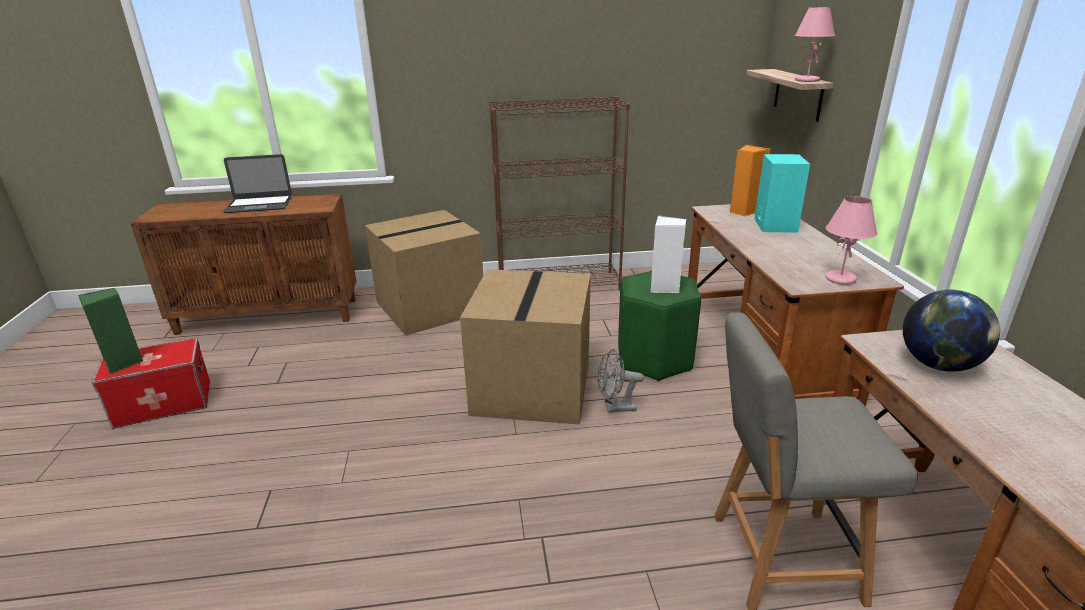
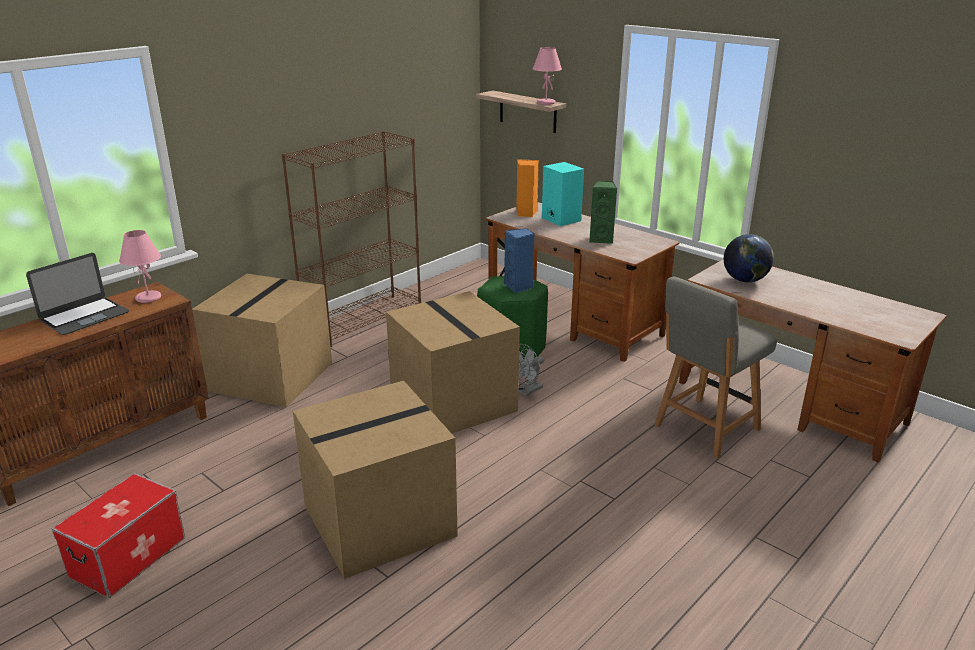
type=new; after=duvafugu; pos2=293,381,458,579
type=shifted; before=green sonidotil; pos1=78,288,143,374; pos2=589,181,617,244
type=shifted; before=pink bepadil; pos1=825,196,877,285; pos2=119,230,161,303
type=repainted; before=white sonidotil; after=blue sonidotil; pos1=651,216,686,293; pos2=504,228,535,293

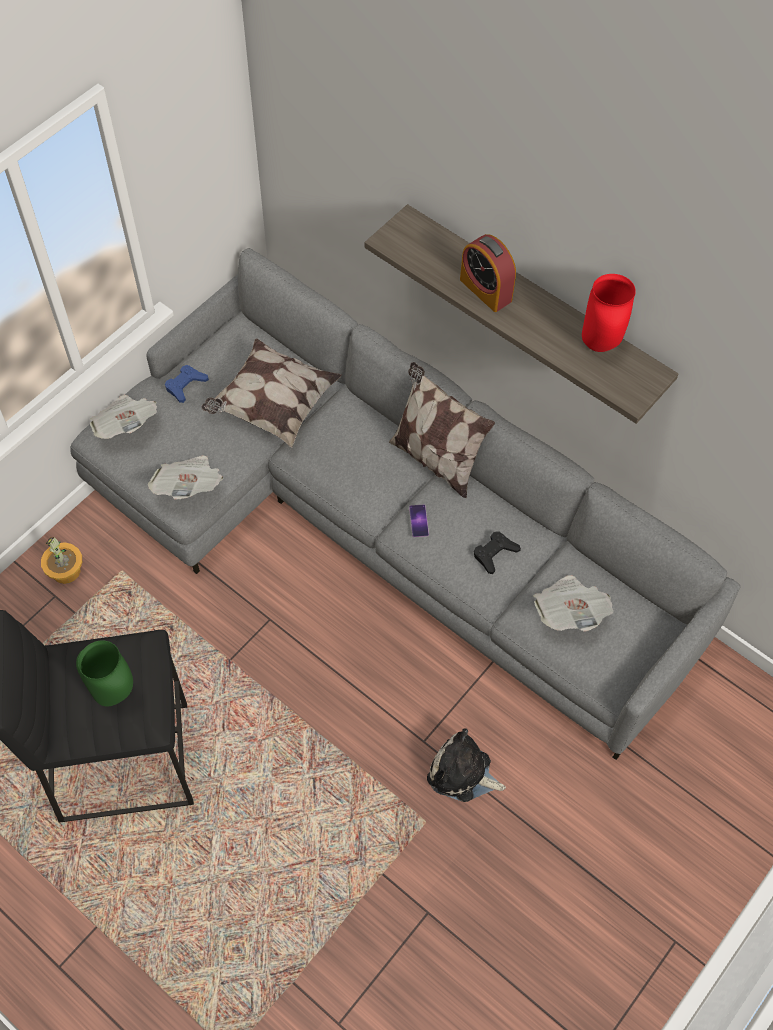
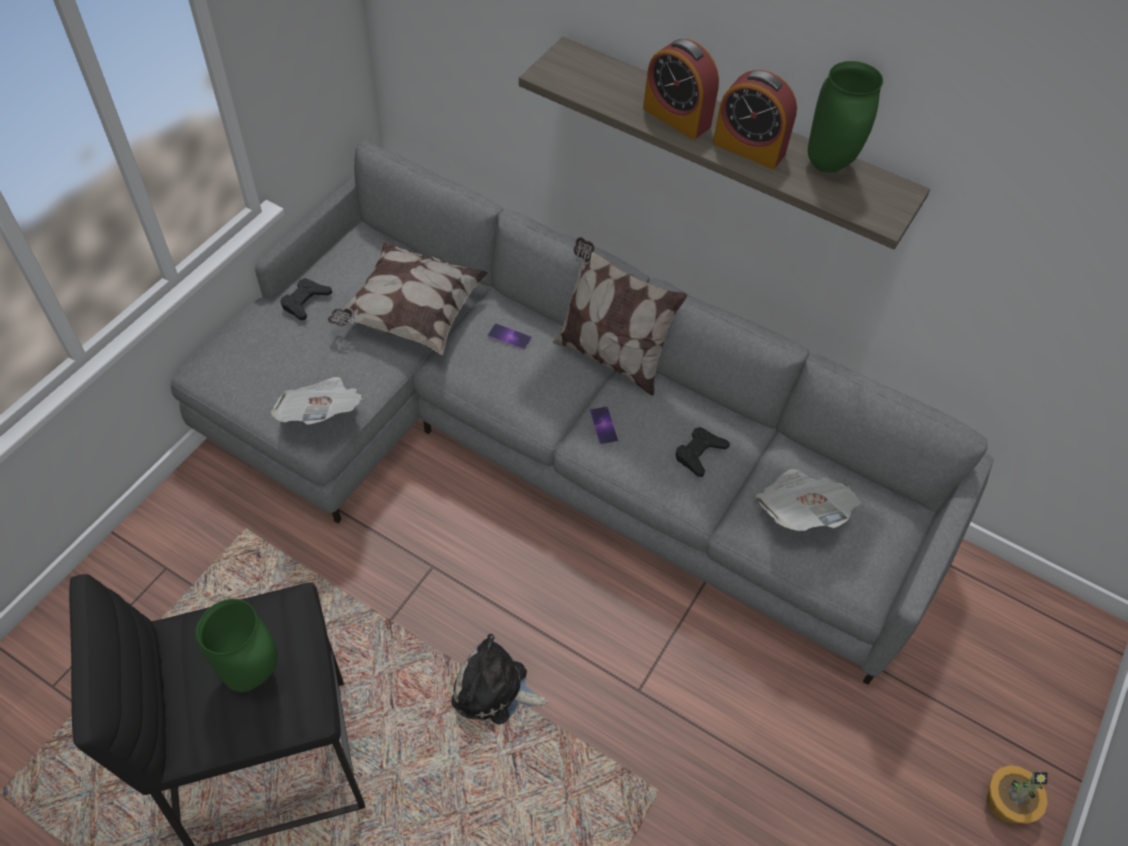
type=gone; before=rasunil; pos1=90,395,157,439
type=new; after=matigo; pos2=488,323,532,350
type=new; after=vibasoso; pos2=713,70,797,169
type=shifted; before=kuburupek; pos1=41,537,82,584; pos2=987,765,1048,824
type=shifted; before=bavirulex; pos1=427,728,506,802; pos2=451,634,548,724
type=repainted; before=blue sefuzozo; after=black sefuzozo; pos1=165,365,209,403; pos2=280,278,332,320
type=repainted; before=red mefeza; after=green mefeza; pos1=582,274,636,352; pos2=808,61,883,173

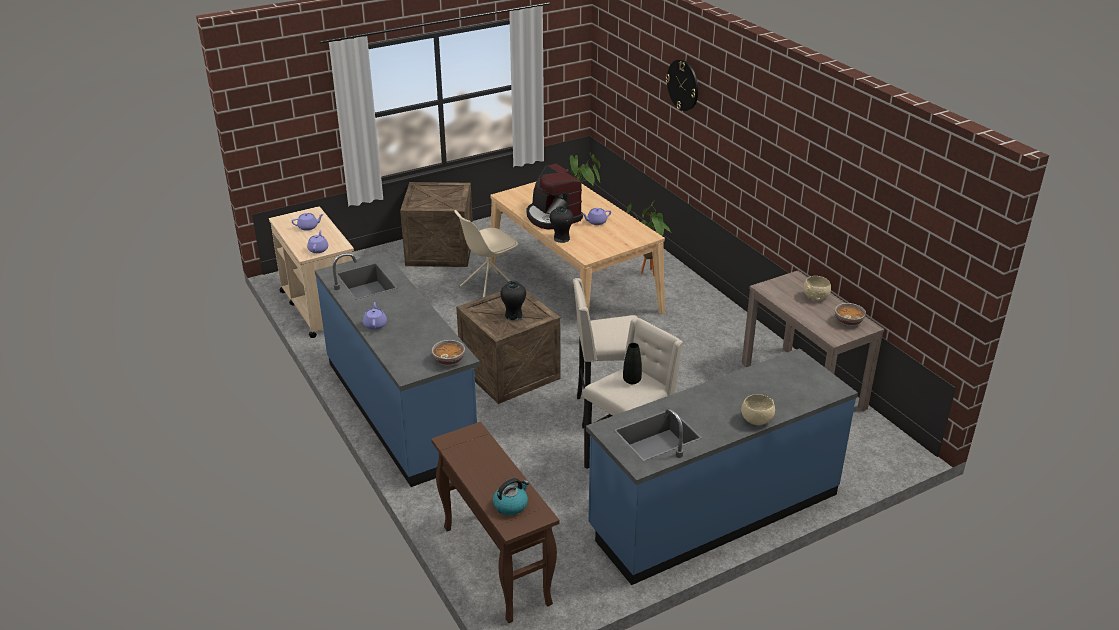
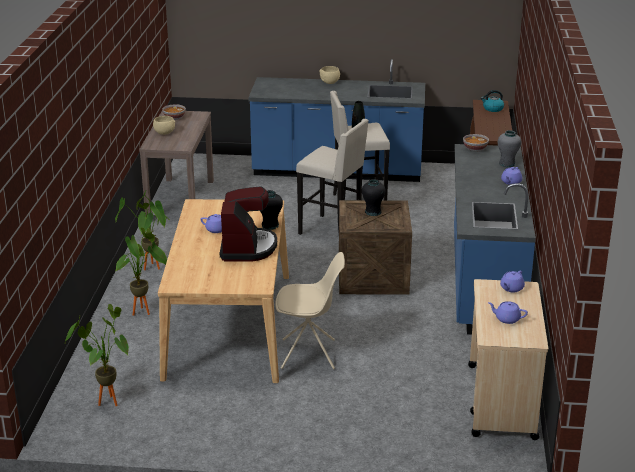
type=gone; before=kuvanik; pos1=400,182,473,267
type=gone; before=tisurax; pos1=666,59,698,111
type=new; after=kuburupek; pos2=115,189,168,270
type=new; after=grey mefeza; pos2=498,130,521,167

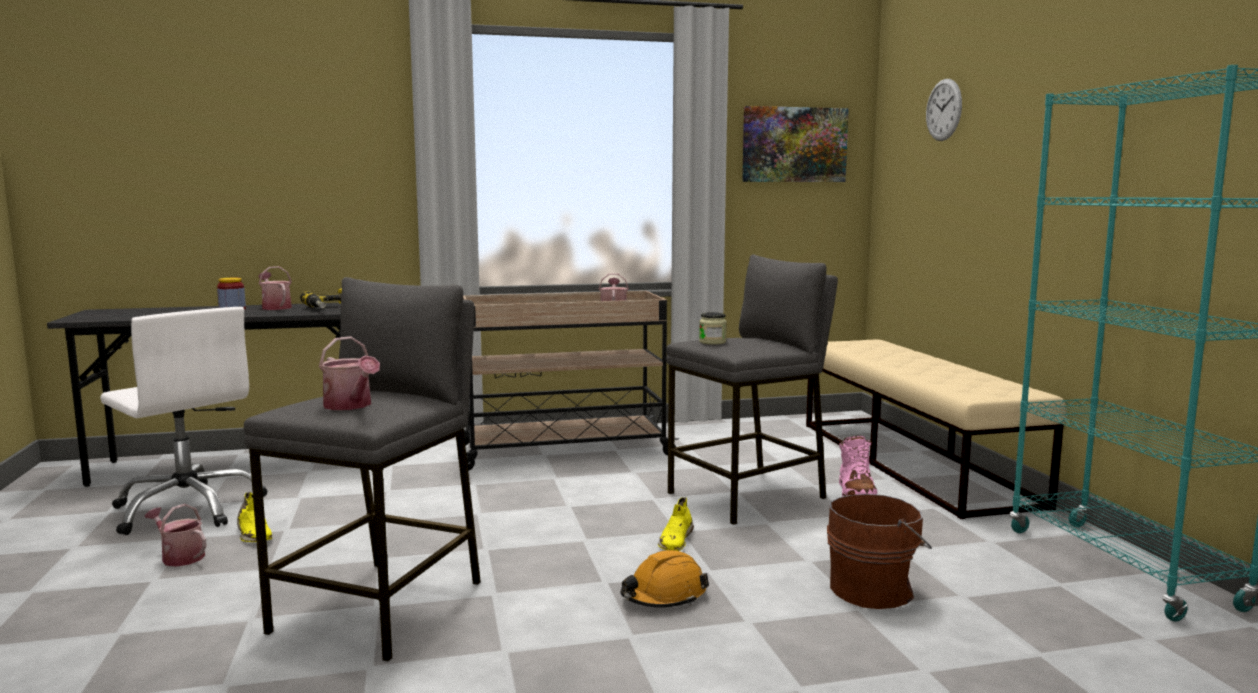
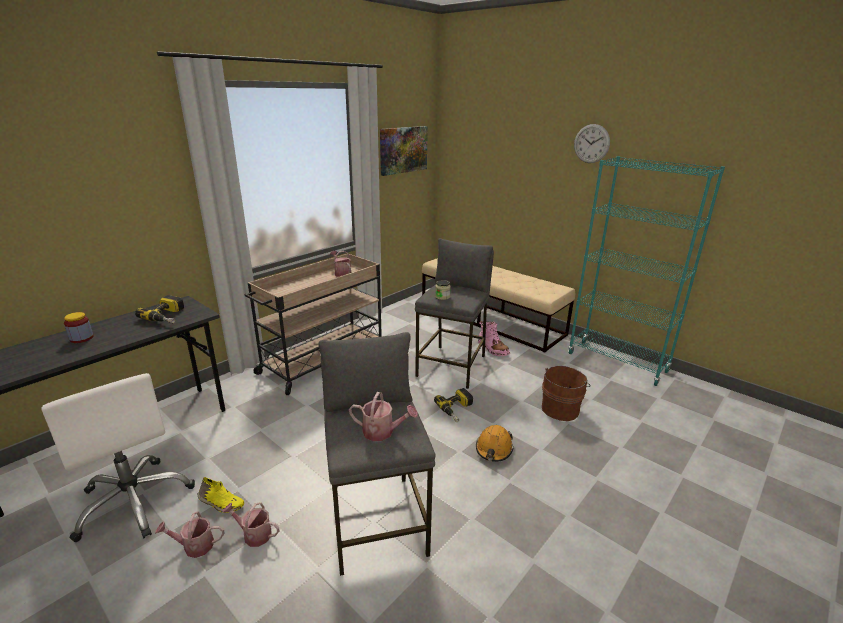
type=shifted; before=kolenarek; pos1=258,266,292,310; pos2=222,502,279,547
type=shifted; before=tisurax; pos1=926,79,962,141; pos2=574,124,610,163
type=swapped; before=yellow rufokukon; after=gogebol; pos1=658,497,694,551; pos2=434,388,473,422
type=rotated; before=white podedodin; pos1=100,307,267,535; pos2=41,373,195,542; turn=45

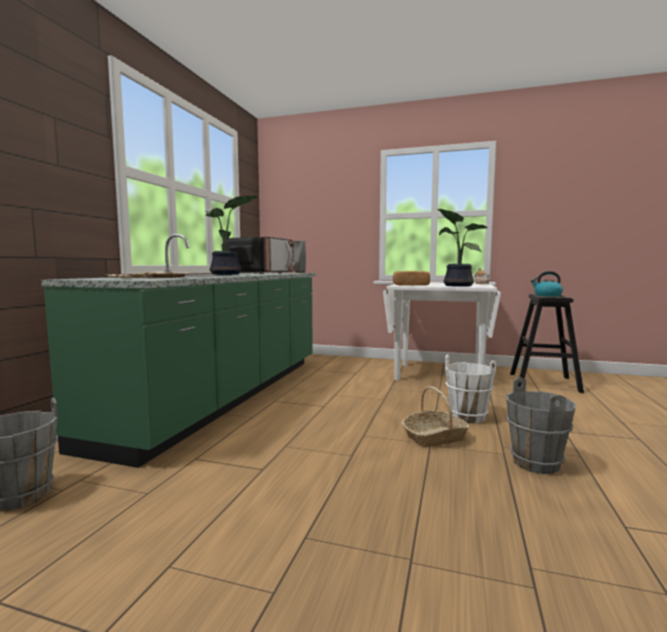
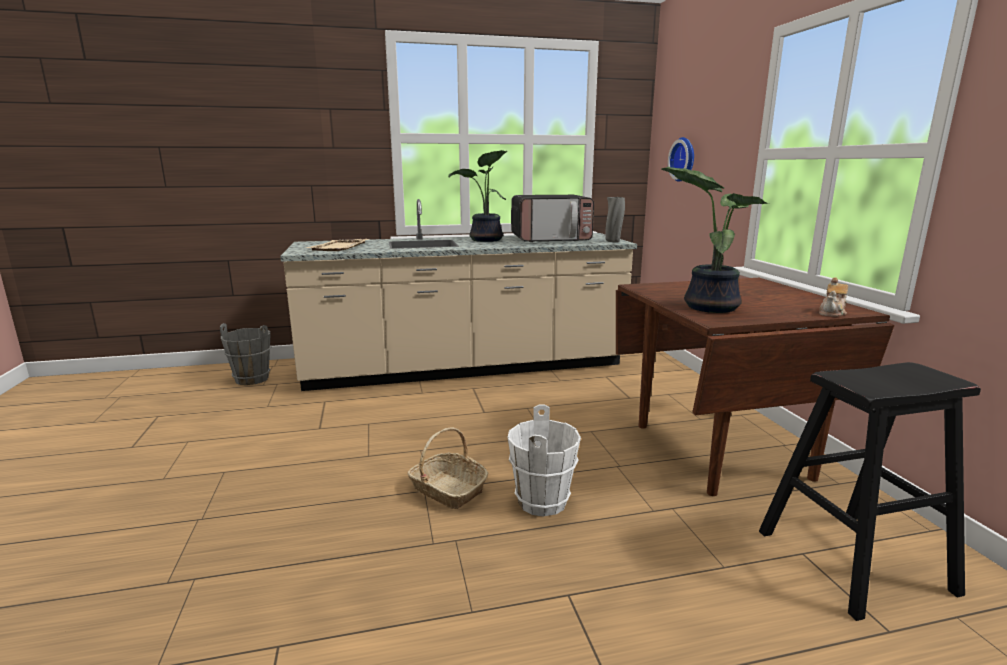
type=gone; before=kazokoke; pos1=393,271,430,286
type=gone; before=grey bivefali; pos1=506,378,576,474
type=gone; before=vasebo; pos1=531,271,563,296
type=new; after=tisurax; pos2=668,137,694,182
type=repainted; before=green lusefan; after=beige lusefan; pos1=41,234,316,468; pos2=280,199,637,391
type=repainted; before=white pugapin; after=brown pugapin; pos1=383,283,501,380; pos2=616,278,895,496

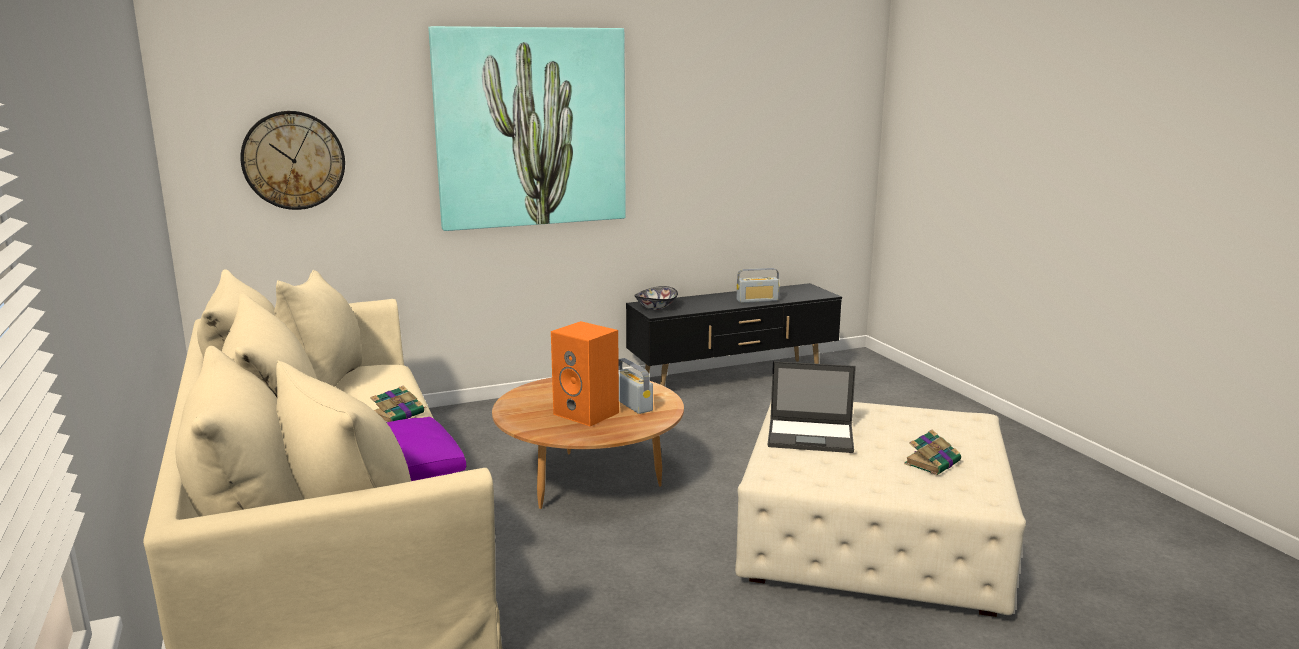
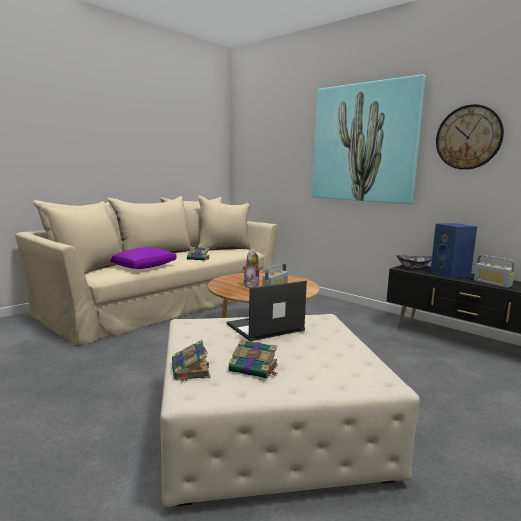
type=new; after=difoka; pos2=172,340,210,382
type=new; after=blue sonidotil; pos2=430,223,477,278
type=shifted; before=tisurax; pos1=240,111,345,210; pos2=436,104,504,170
type=swapped; before=orange sonidotil; after=bavirulex; pos1=551,321,619,426; pos2=243,249,259,288
type=rotated; before=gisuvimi; pos1=768,361,856,453; pos2=226,281,307,341; turn=75

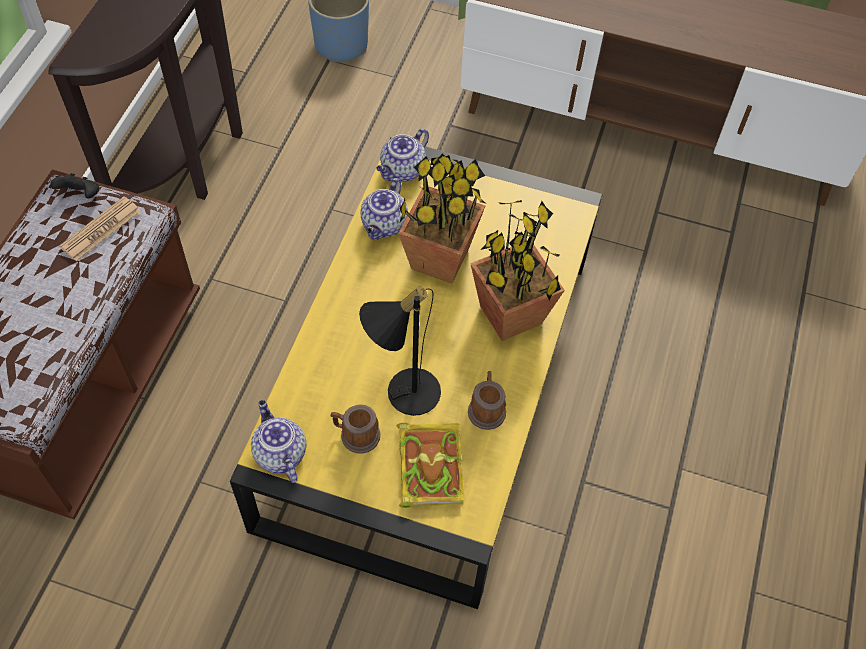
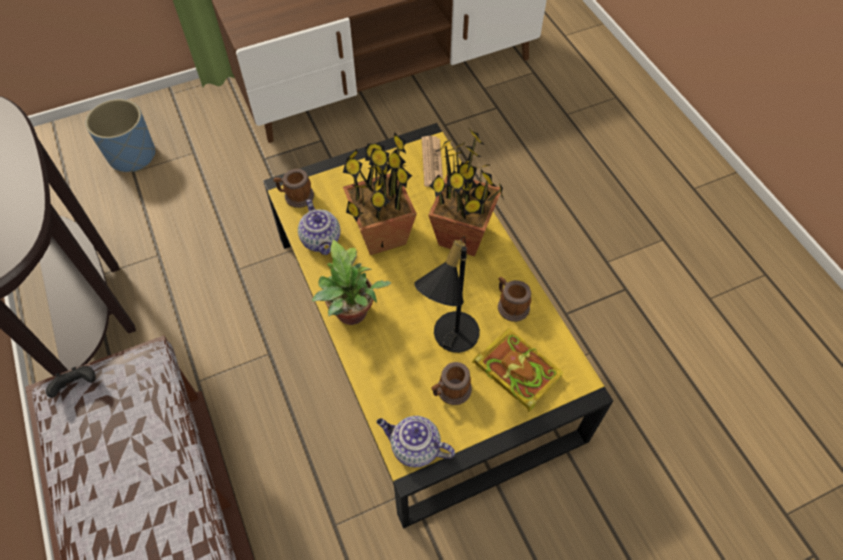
type=new; after=kuburupek; pos2=312,239,391,325
type=shifted; before=rasunil; pos1=59,197,141,261; pos2=422,136,443,187
type=swapped; before=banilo; after=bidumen; pos1=376,128,429,182; pos2=273,169,314,208

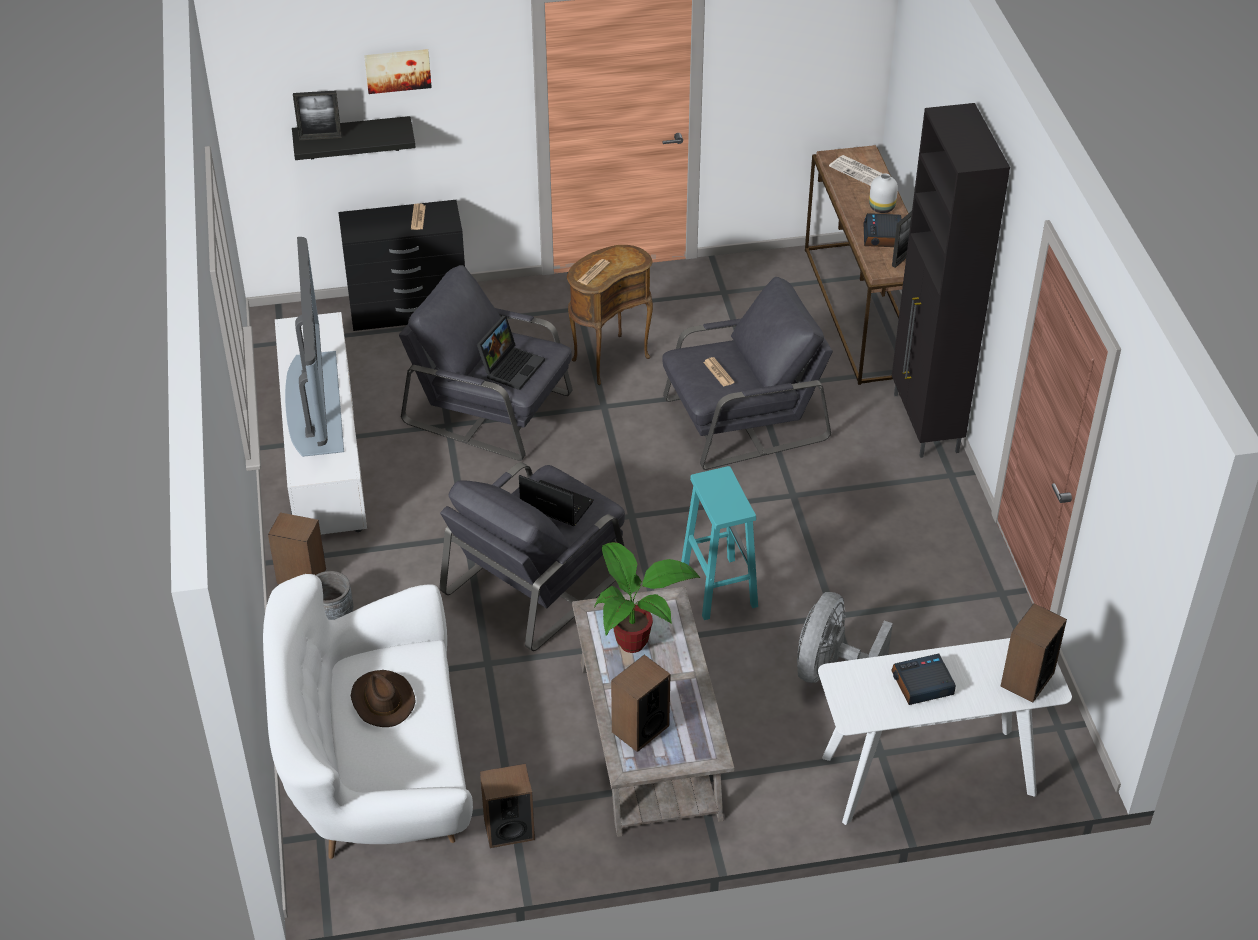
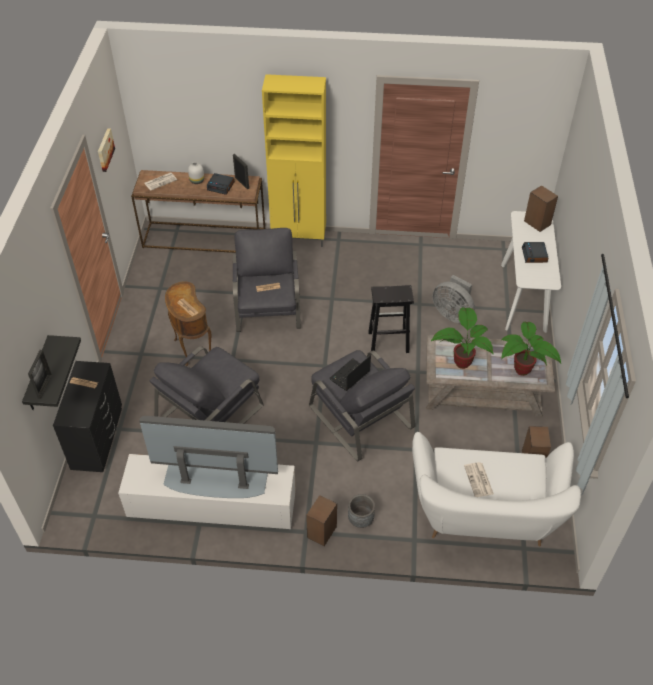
type=gone; before=gisuvimi; pos1=477,316,545,390
type=shifted; before=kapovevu; pos1=364,49,432,94; pos2=98,128,115,172
type=swapped; before=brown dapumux; after=rasunil; pos1=351,670,416,727; pos2=464,462,494,497
type=swapped; before=sonidotil; after=kuburupek; pos1=611,655,671,752; pos2=501,322,561,376
type=repainted; before=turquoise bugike; after=black bugike; pos1=681,466,758,620; pos2=368,285,414,355
type=repainted; before=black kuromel; after=yellow kuromel; pos1=892,103,1010,458; pos2=262,74,326,247

